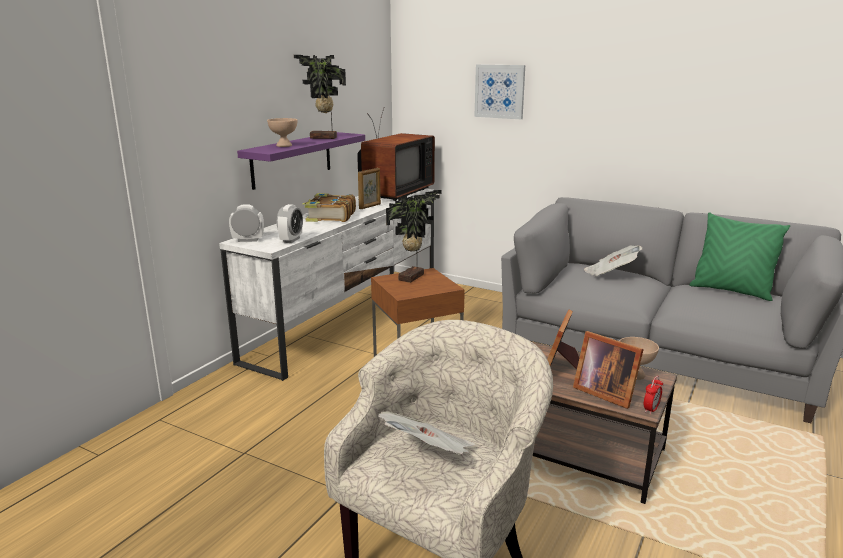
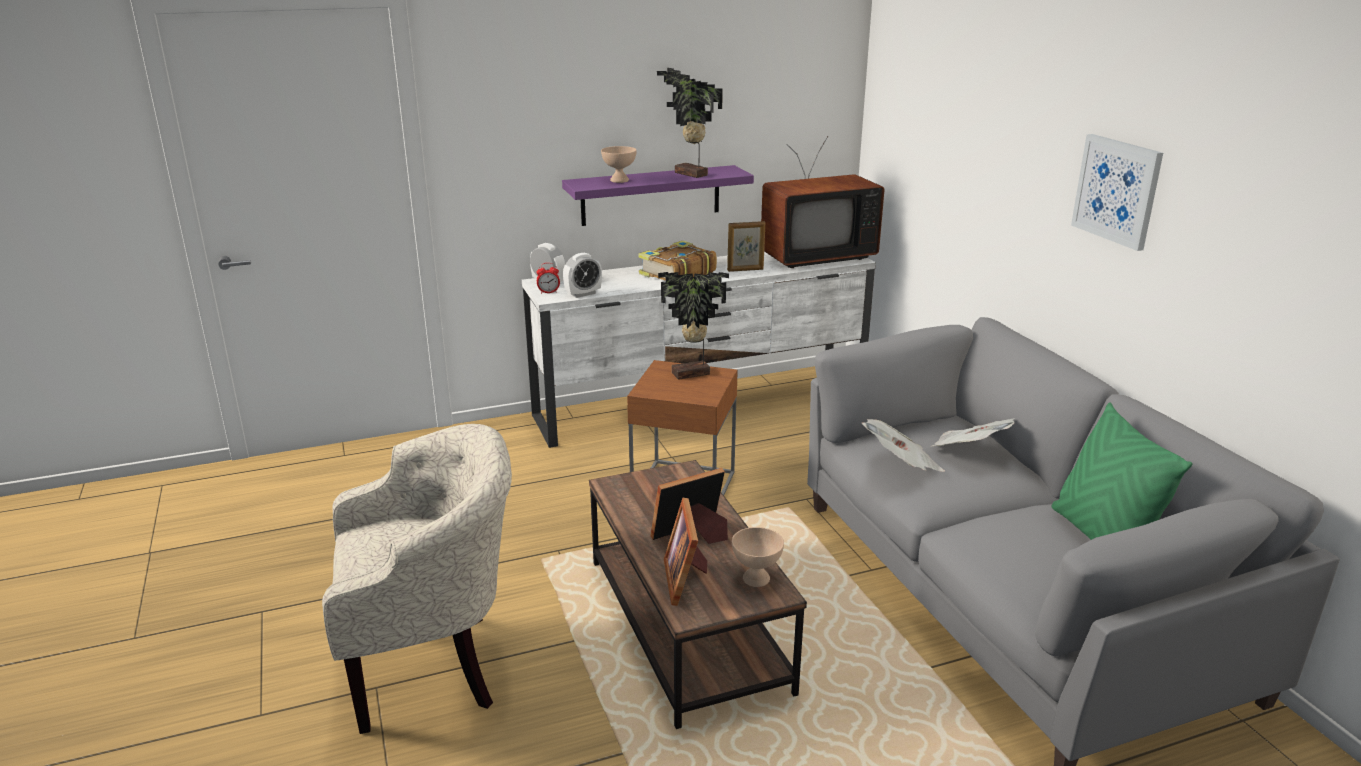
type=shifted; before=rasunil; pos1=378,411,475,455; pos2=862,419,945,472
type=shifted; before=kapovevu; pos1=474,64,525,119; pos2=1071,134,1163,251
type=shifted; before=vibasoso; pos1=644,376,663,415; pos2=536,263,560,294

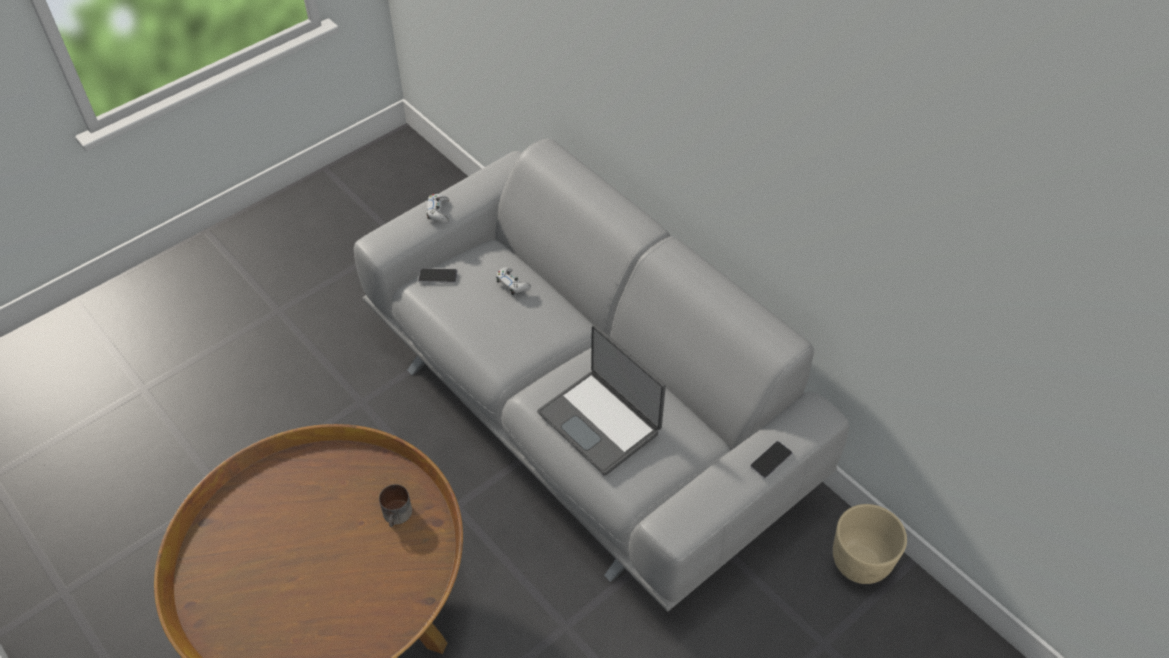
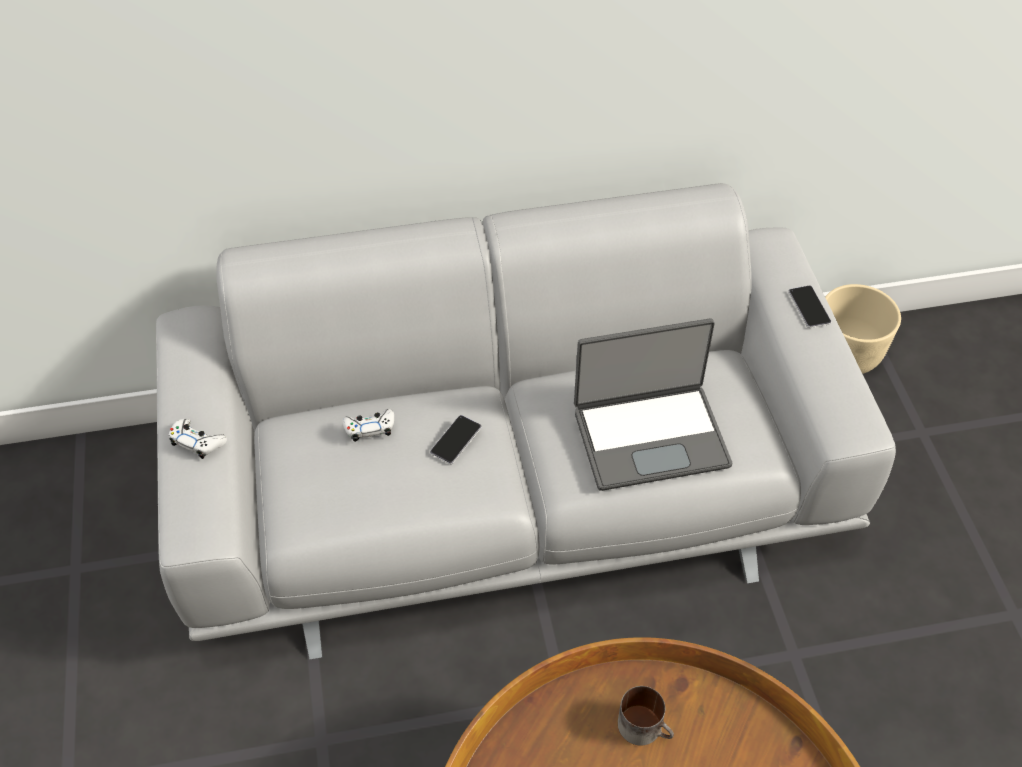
type=shifted; before=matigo; pos1=418,268,457,284; pos2=430,415,481,464

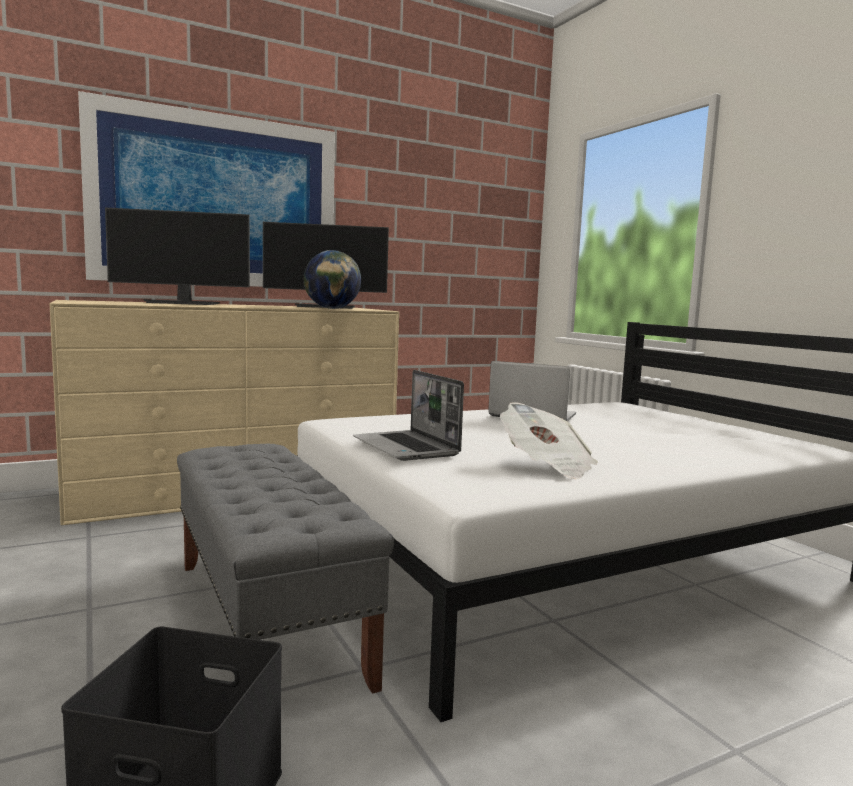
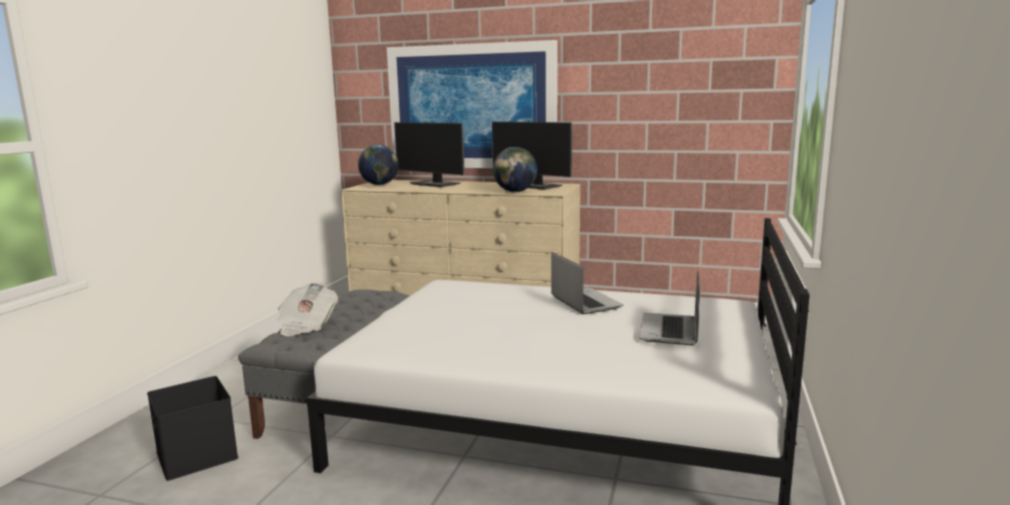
type=new; after=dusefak; pos2=358,144,399,185
type=shifted; before=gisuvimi; pos1=353,370,464,461; pos2=640,270,700,345
type=shifted; before=rasunil; pos1=500,402,598,479; pos2=277,283,338,336

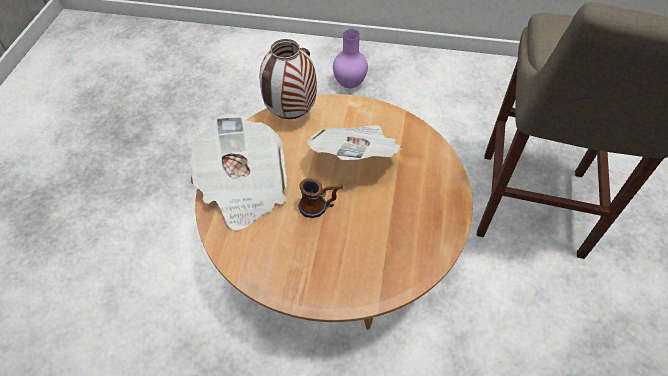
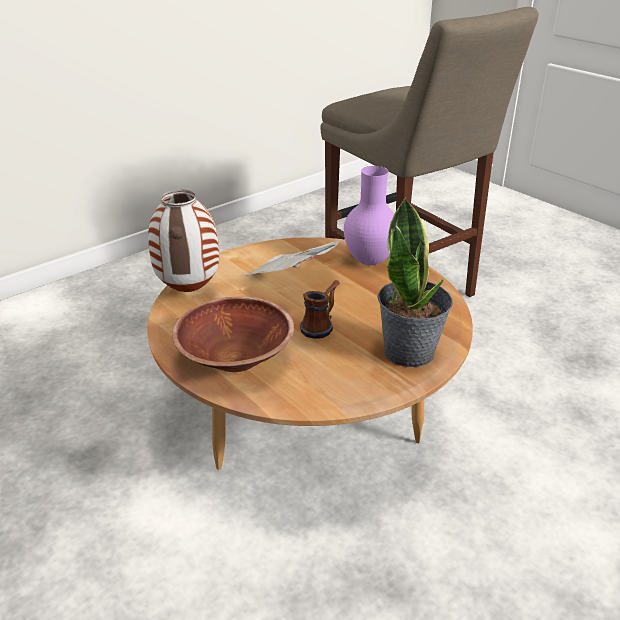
type=new; after=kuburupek; pos2=378,197,453,367
type=shifted; before=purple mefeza; pos1=333,29,368,88; pos2=344,166,394,265
type=swapped; before=rasunil; after=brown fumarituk; pos1=189,113,287,231; pos2=172,296,294,372

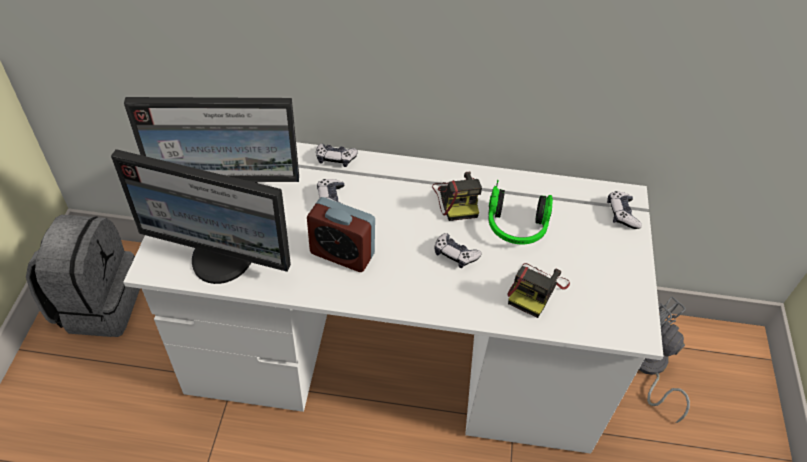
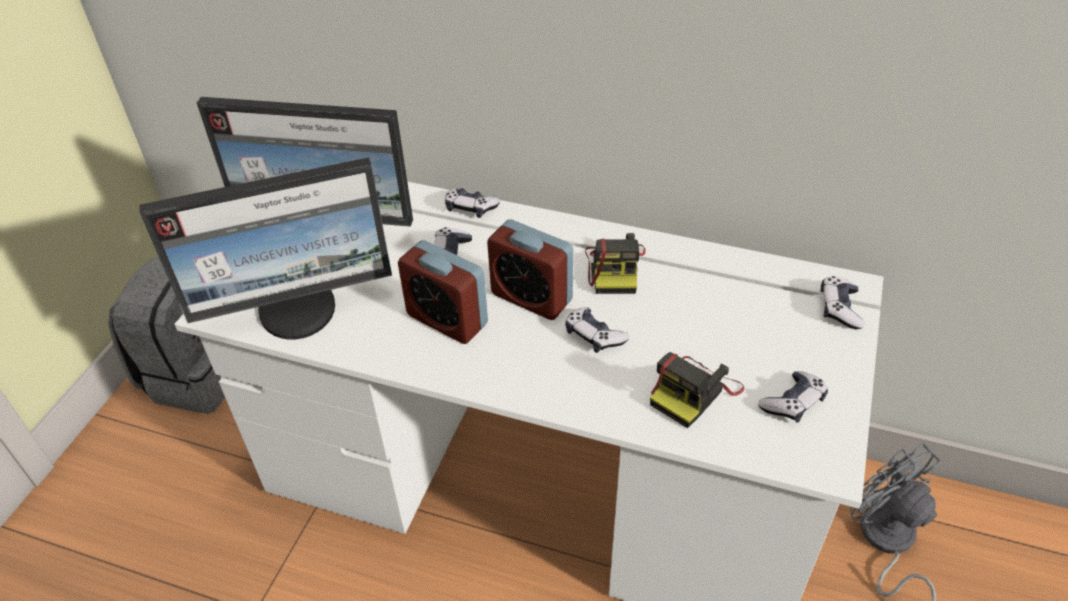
type=gone; before=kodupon; pos1=488,180,553,245
type=new; after=vibasoso; pos2=487,220,573,320
type=new; after=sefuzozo; pos2=758,371,828,423
type=rotated; before=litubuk; pos1=111,149,291,284; pos2=139,157,392,340; turn=-45

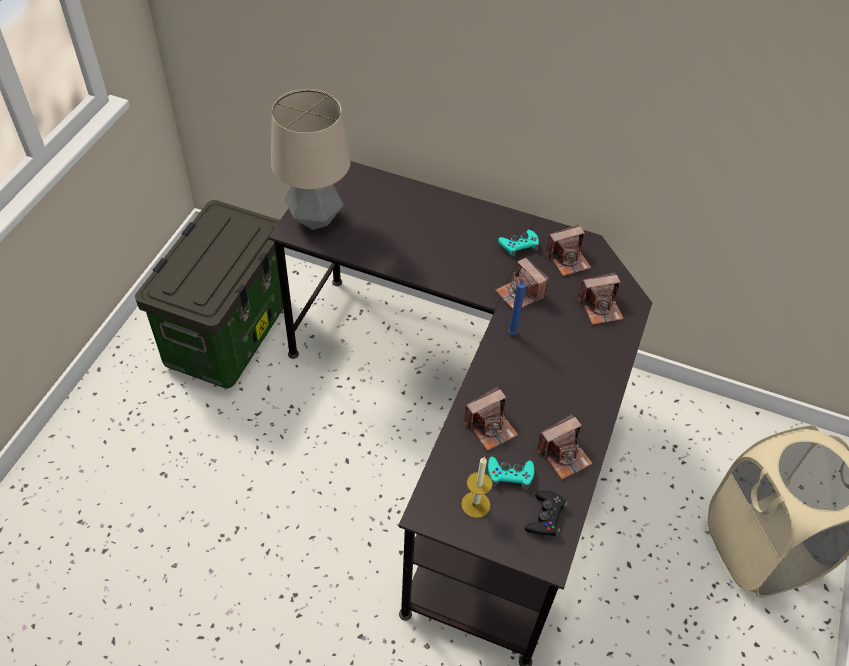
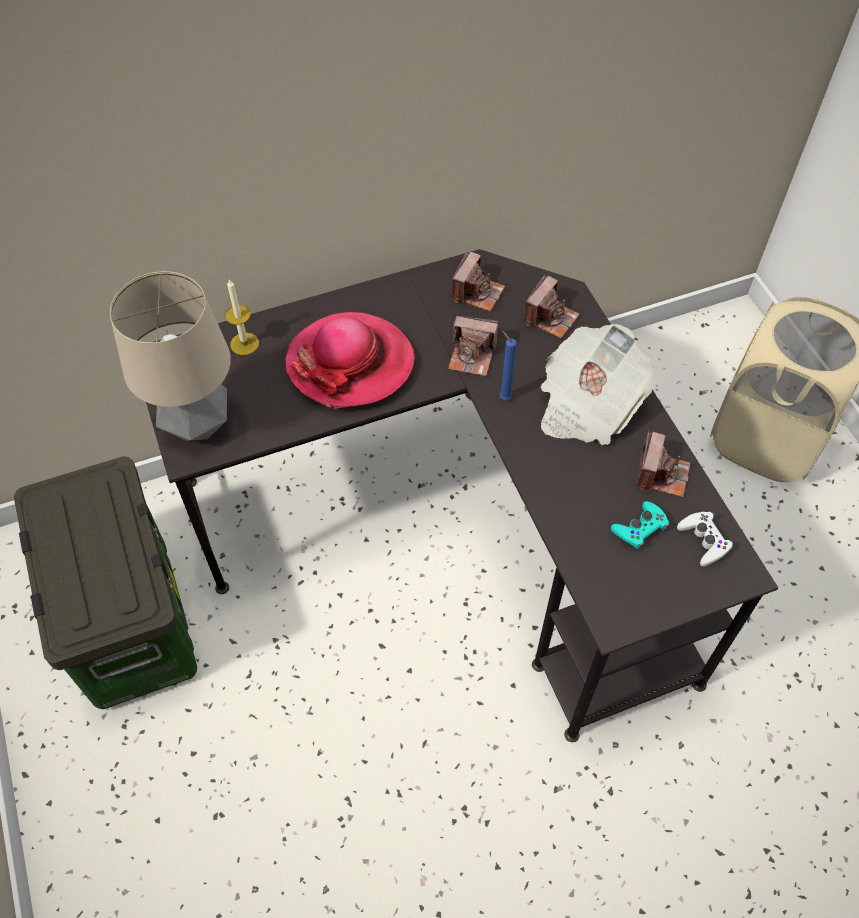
type=gone; before=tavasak; pos1=464,387,518,451
type=gone; before=turquoise sefuzozo; pos1=498,230,539,257
type=new; after=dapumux; pos2=285,312,415,409
type=new; after=rasunil; pos2=541,324,654,445
type=shifted; before=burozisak; pos1=461,457,492,518; pos2=225,279,259,355
type=repainted; before=black sefuzozo; after=white sefuzozo; pos1=525,491,568,536; pos2=677,512,734,566

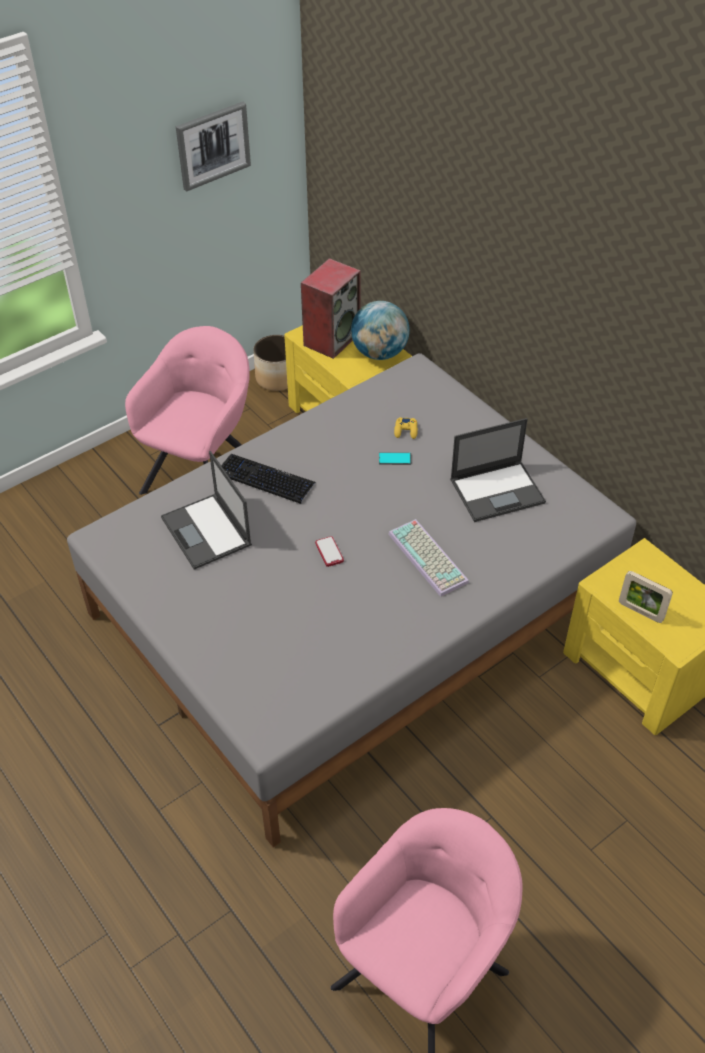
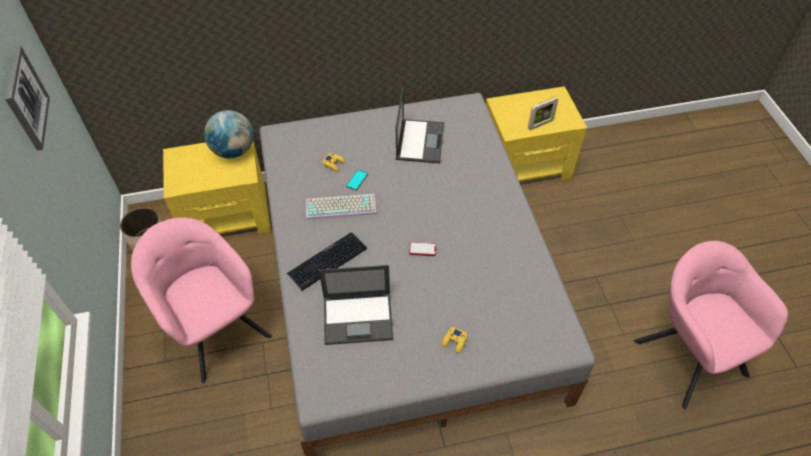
type=gone; before=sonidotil; pos1=301,258,360,359
type=new; after=yellow sefuzozo; pos2=442,327,468,353
type=shifted; before=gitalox; pos1=388,519,469,597; pos2=306,194,377,220

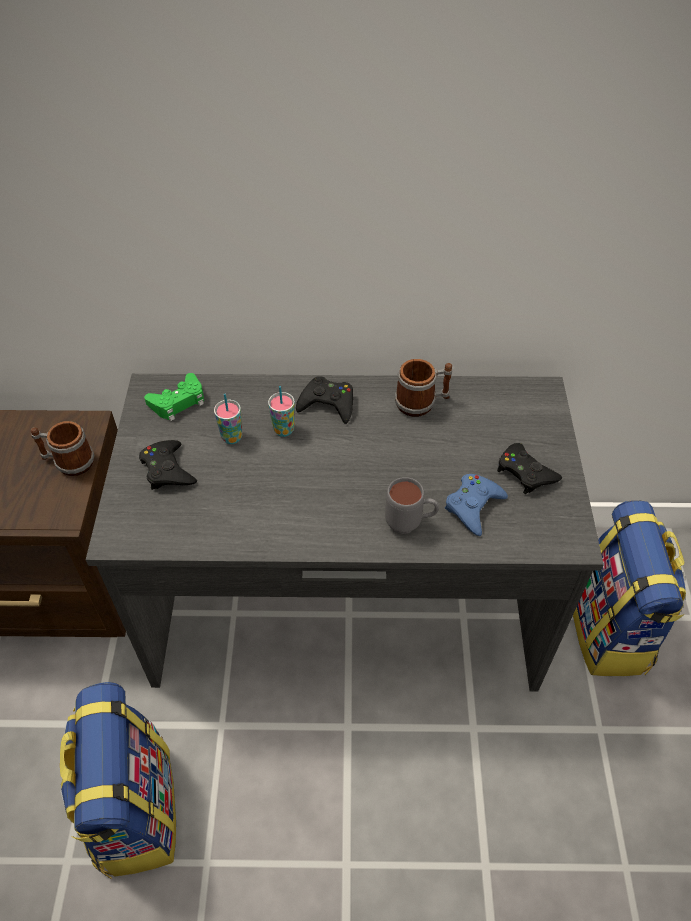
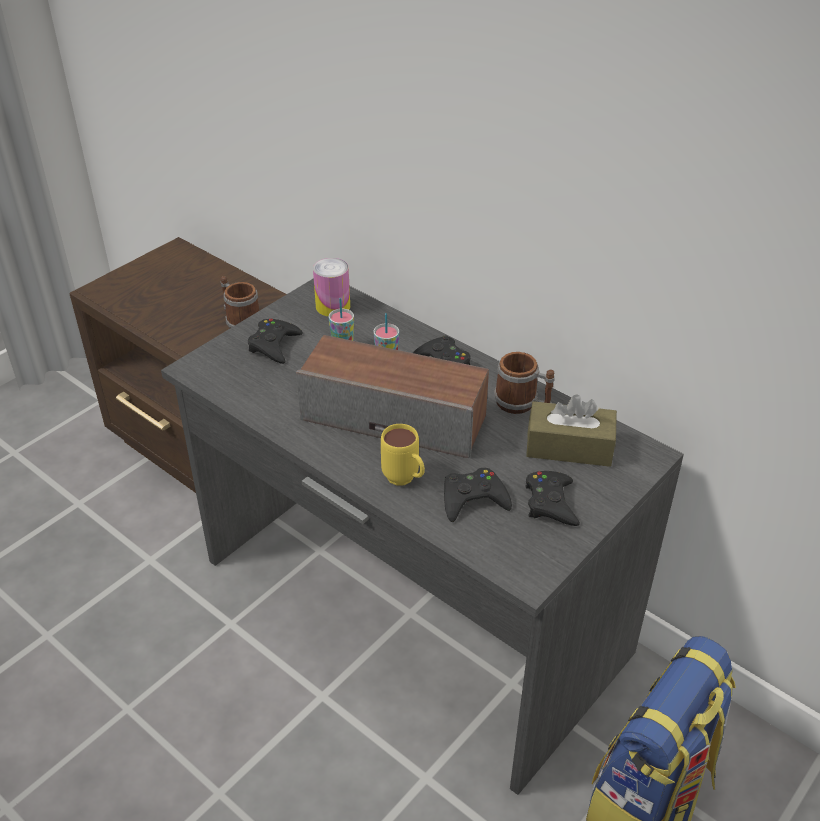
type=gone; before=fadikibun; pos1=60,682,176,879
type=new; after=sonidotil; pos2=296,335,489,458
type=new; after=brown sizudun; pos2=526,394,617,467
type=swapped; before=green sefuzozo; after=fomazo; pos1=144,373,204,421; pos2=313,258,350,317
type=repainted; before=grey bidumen; after=yellow bidumen; pos1=385,477,439,534; pos2=381,424,425,486
type=repainted; before=blue sefuzozo; after=black sefuzozo; pos1=445,474,508,536; pos2=444,468,512,522

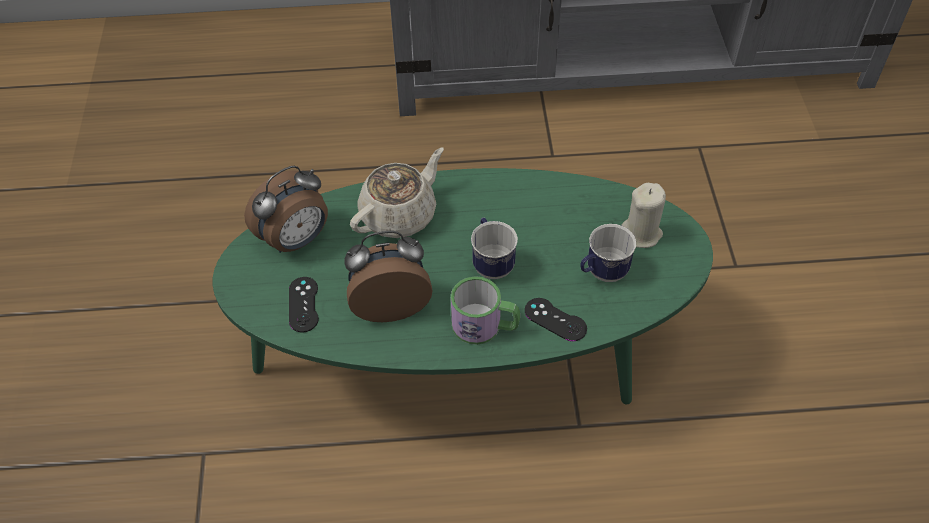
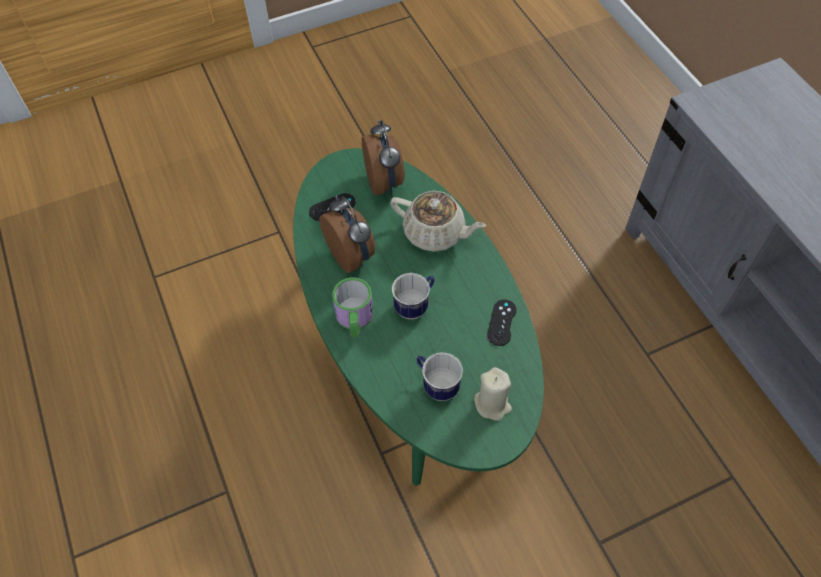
type=shifted; before=black sefuzozo; pos1=525,298,587,341; pos2=487,299,517,346
type=rotated; before=vibasoso; pos1=244,166,328,253; pos2=362,120,405,195; turn=-135

